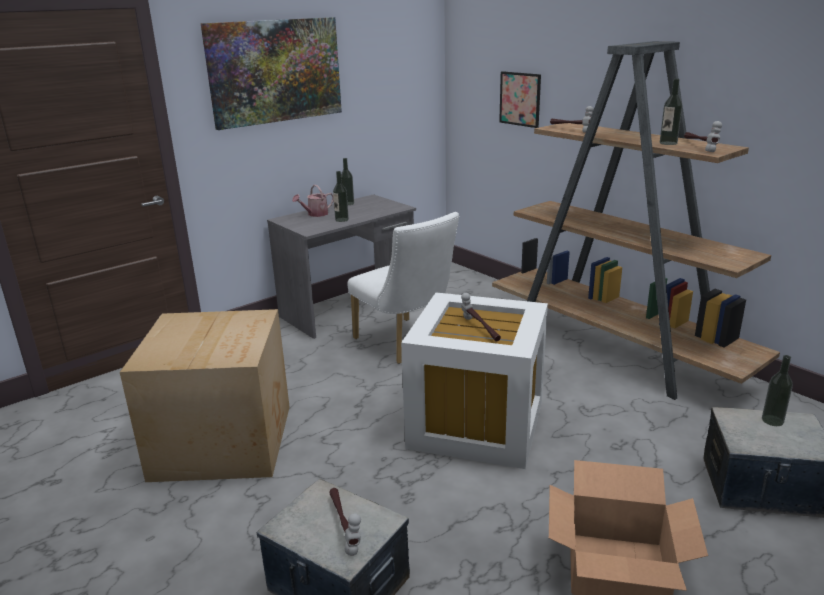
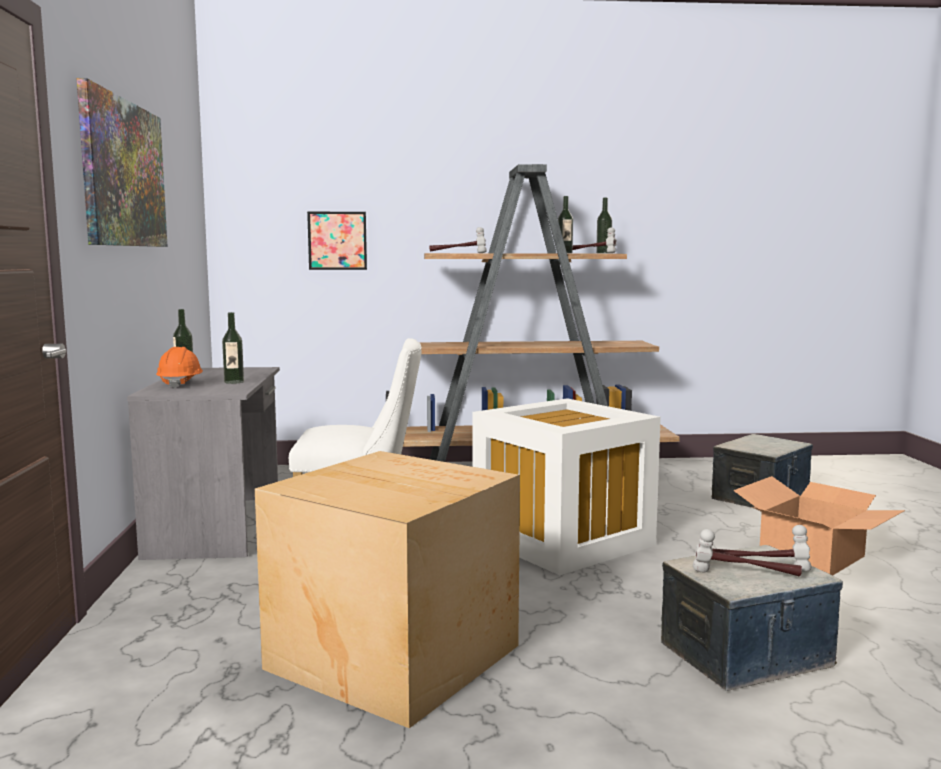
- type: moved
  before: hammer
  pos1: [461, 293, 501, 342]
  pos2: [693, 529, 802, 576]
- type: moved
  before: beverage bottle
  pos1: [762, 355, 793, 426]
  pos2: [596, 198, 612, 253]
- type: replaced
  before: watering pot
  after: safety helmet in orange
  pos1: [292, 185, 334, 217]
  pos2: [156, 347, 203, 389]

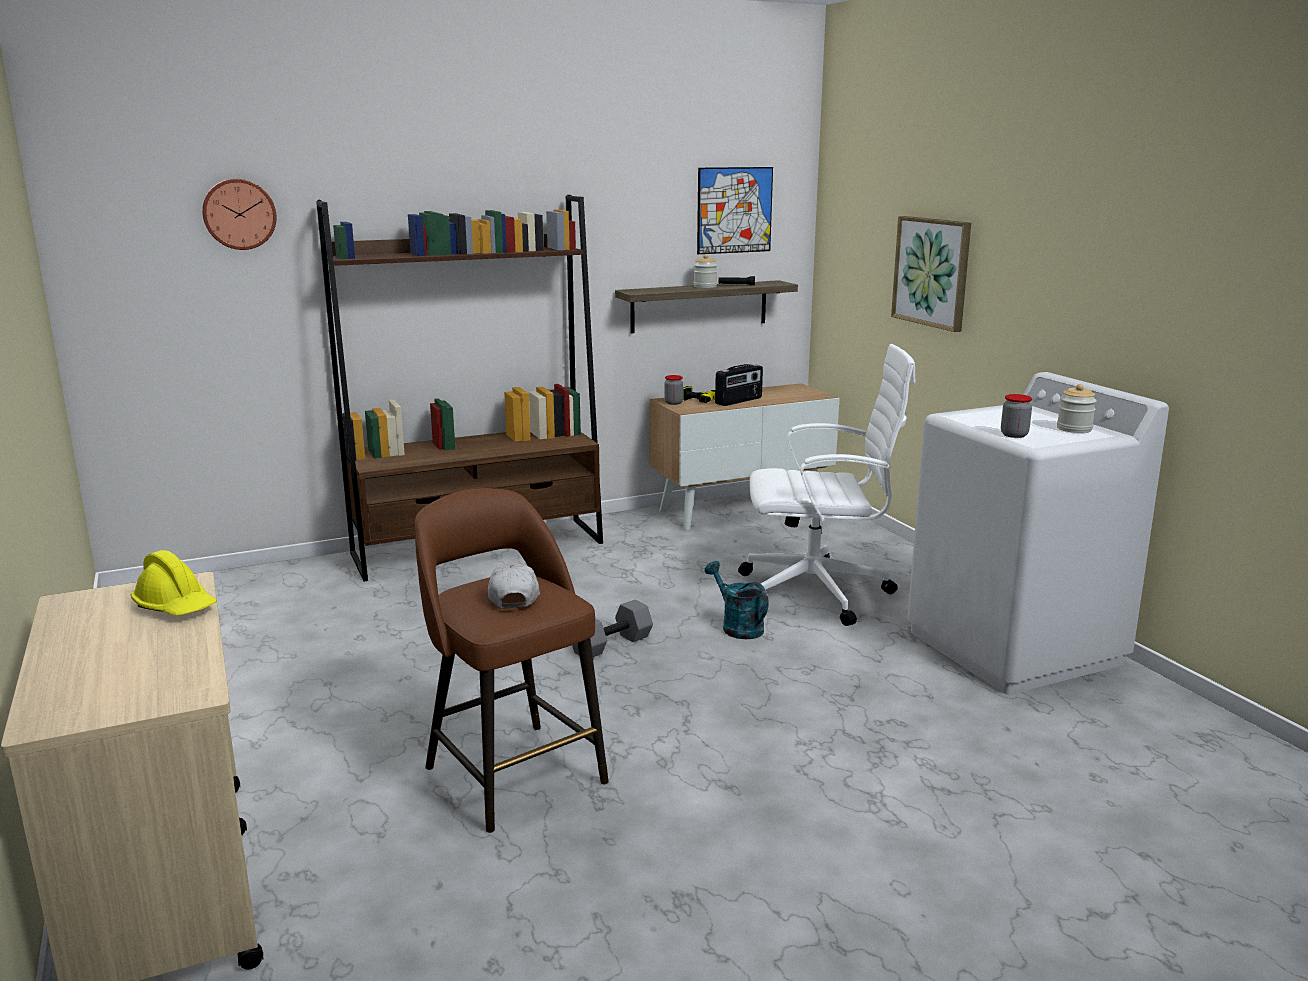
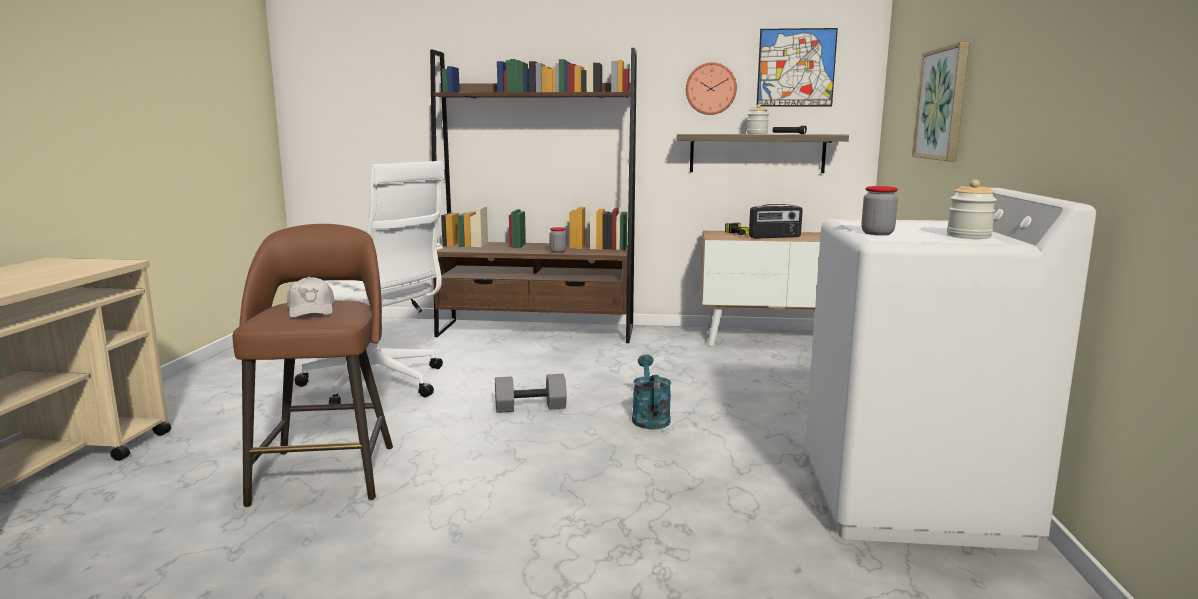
- type: removed
  before: safety helmet in yellow-coloured
  pos1: [131, 550, 217, 615]
- type: moved
  before: hanging clock
  pos1: [202, 179, 277, 250]
  pos2: [686, 62, 737, 115]
- type: moved
  before: storage jar
  pos1: [664, 375, 683, 405]
  pos2: [549, 227, 566, 253]
- type: moved
  before: computer chair in whitish
  pos1: [738, 344, 916, 626]
  pos2: [295, 161, 445, 404]
- type: turned
  before: cap in whitish
  pos1: [488, 562, 540, 608]
  pos2: [287, 277, 334, 318]
  turn: 135

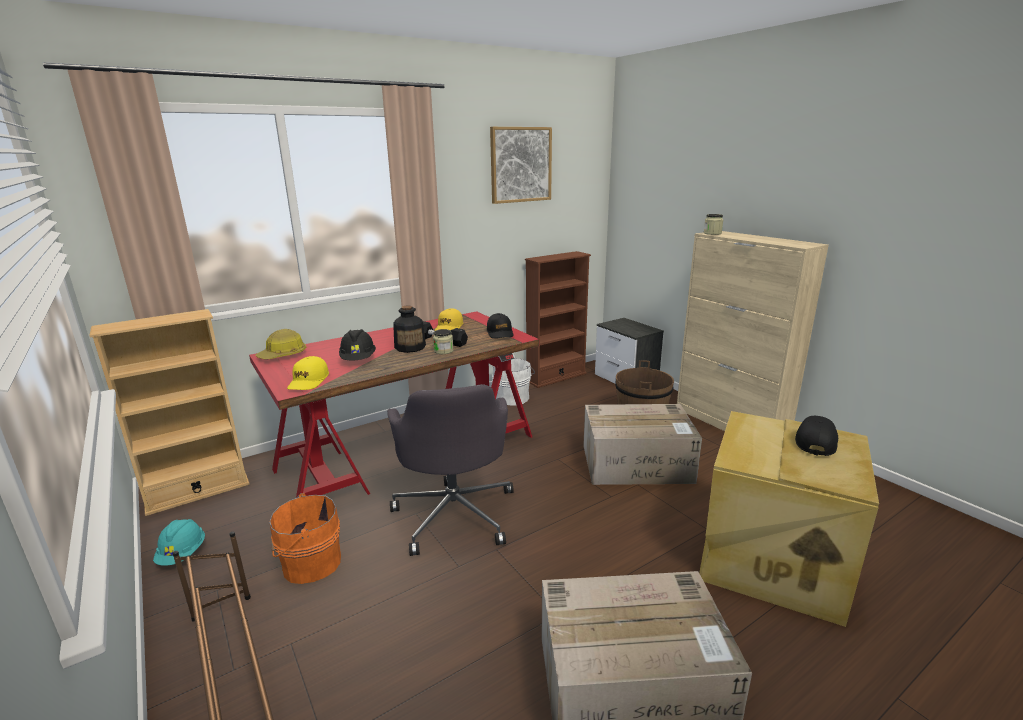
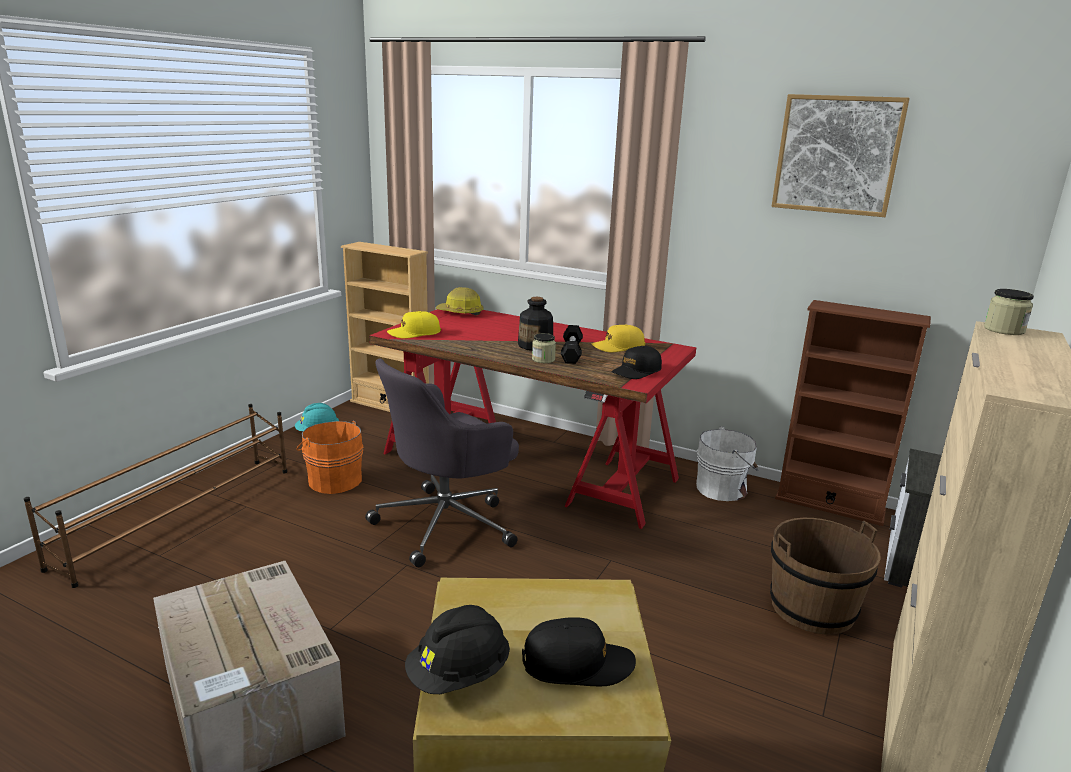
- type: removed
  before: packing box
  pos1: [583, 404, 702, 485]
- type: moved
  before: safety helmet in black
  pos1: [339, 329, 376, 361]
  pos2: [405, 605, 510, 694]

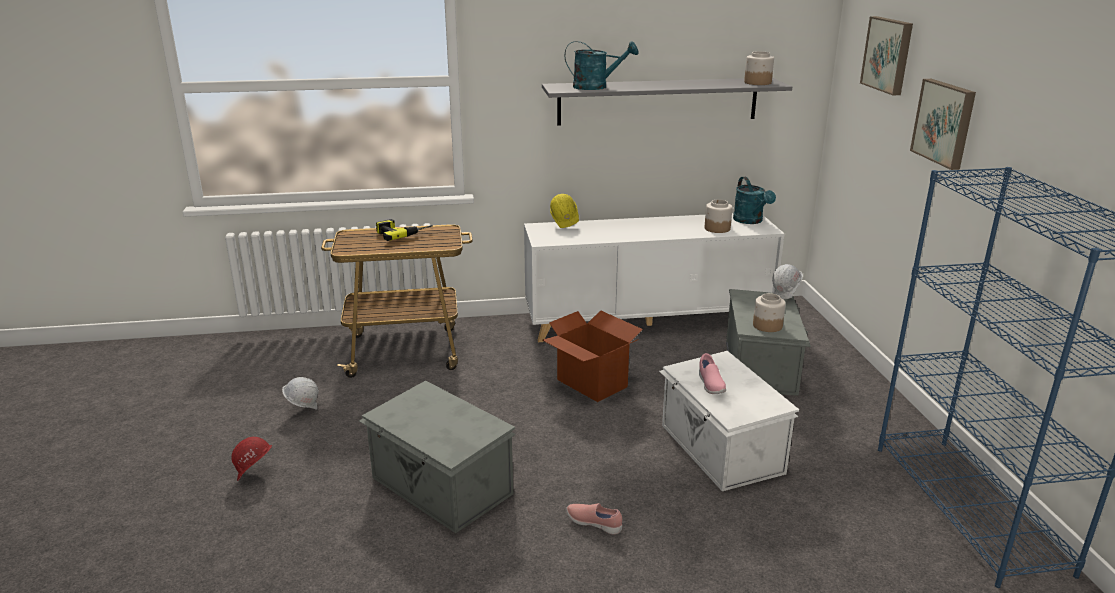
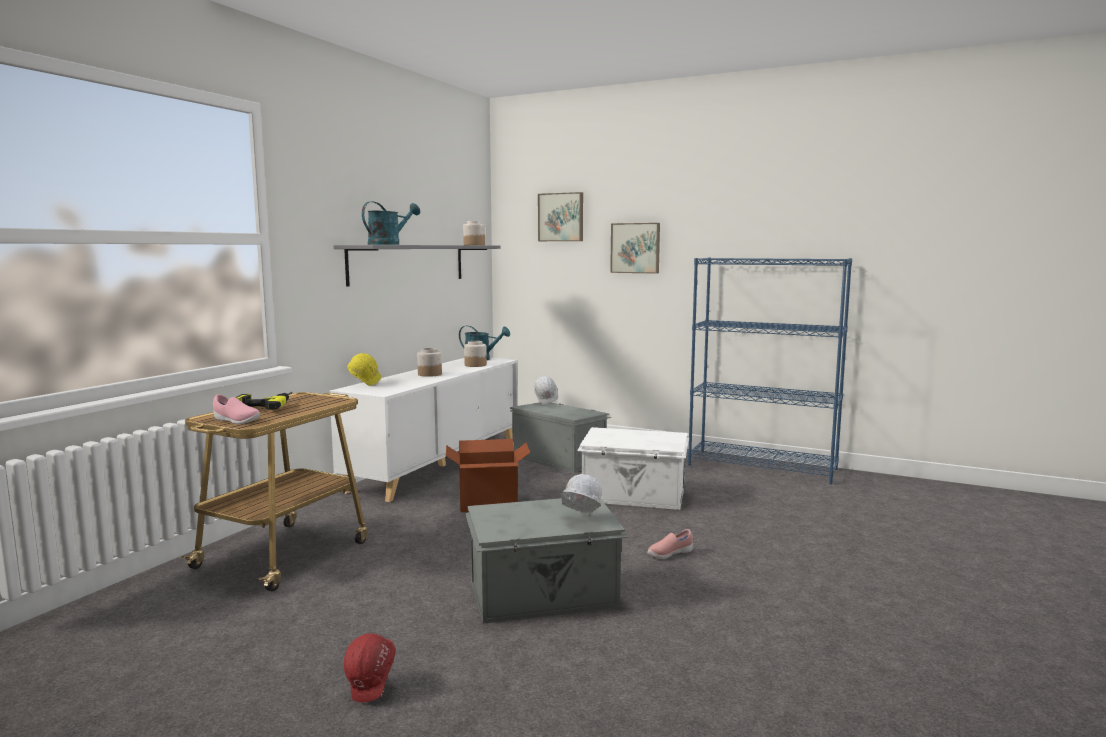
- type: moved
  before: safety helmet in whitish
  pos1: [282, 377, 319, 410]
  pos2: [562, 474, 602, 514]
- type: moved
  before: low shoe in pinkish
  pos1: [699, 353, 726, 394]
  pos2: [213, 394, 260, 424]
- type: moved
  before: storage jar
  pos1: [753, 293, 786, 332]
  pos2: [417, 348, 442, 377]

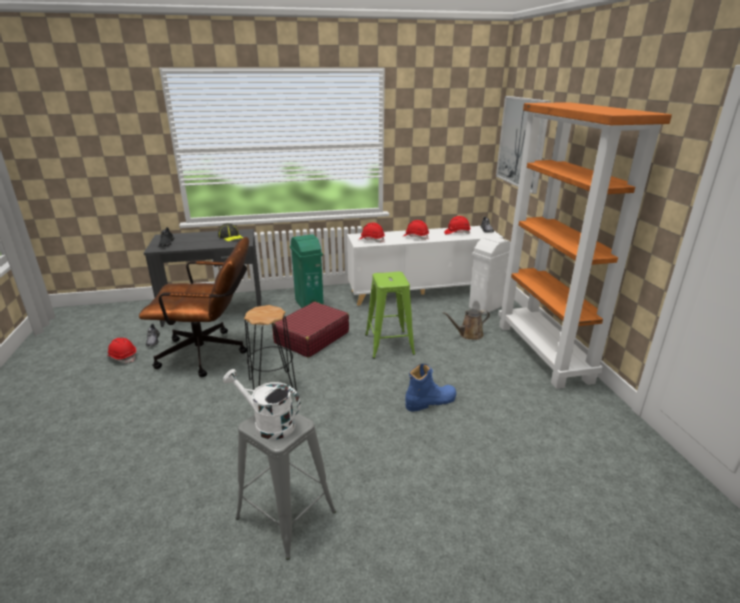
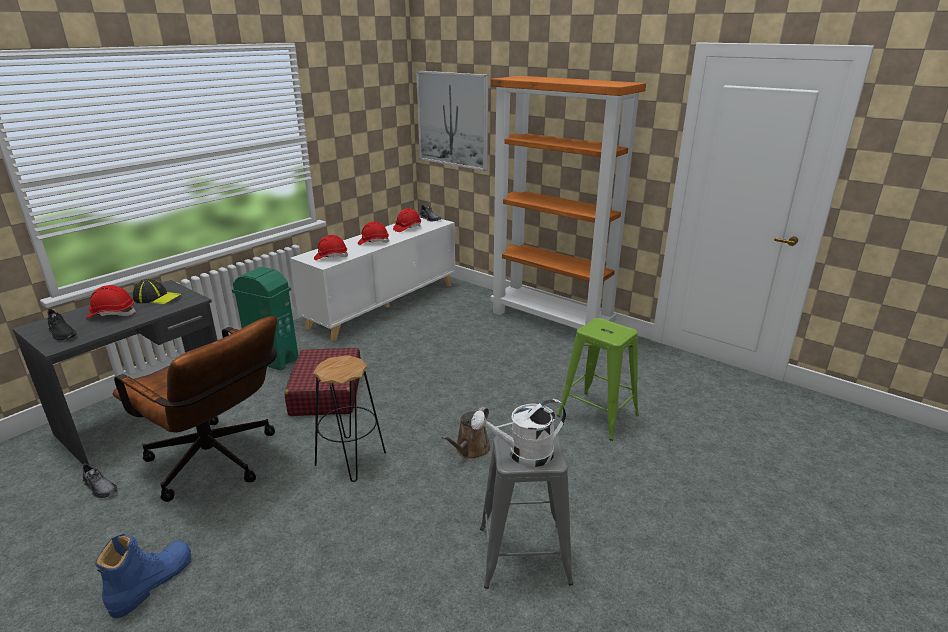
- type: removed
  before: rubbish bin in whitish
  pos1: [469, 235, 511, 315]
- type: moved
  before: safety helmet in red
  pos1: [107, 338, 136, 363]
  pos2: [86, 285, 137, 319]
- type: moved
  before: sitting stool in green-coloured
  pos1: [365, 272, 415, 359]
  pos2: [557, 318, 639, 441]
- type: moved
  before: boot in bluish
  pos1: [405, 364, 456, 412]
  pos2: [95, 534, 191, 618]
- type: moved
  before: watering pot in brown-coloured
  pos1: [443, 309, 490, 340]
  pos2: [442, 407, 491, 459]
- type: turned
  before: computer chair in brown-coloured
  pos1: [139, 237, 249, 377]
  pos2: [112, 316, 277, 502]
  turn: 75

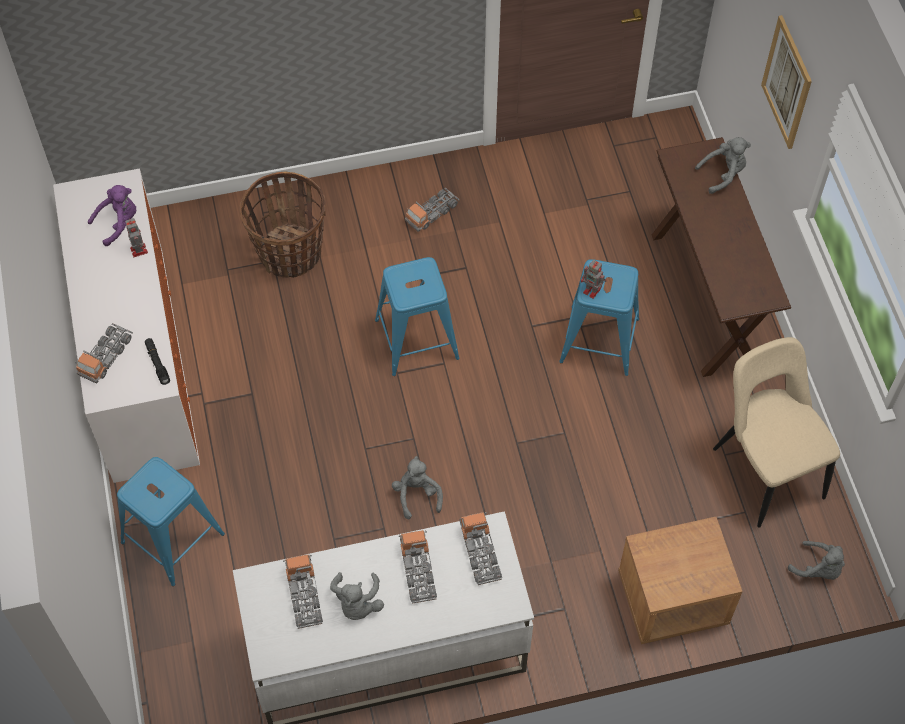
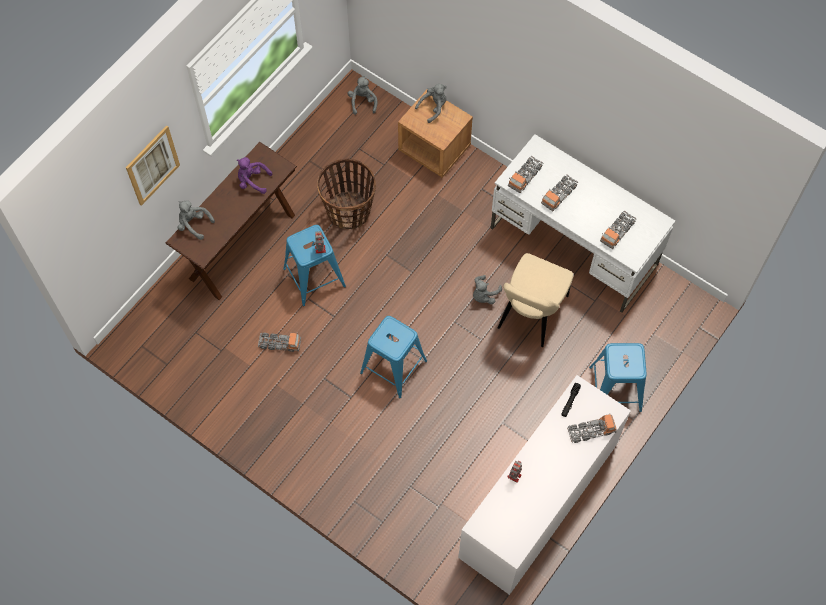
- type: moved
  before: cuddly toy in purple
  pos1: [88, 185, 136, 246]
  pos2: [237, 157, 272, 194]
- type: moved
  before: storage basket
  pos1: [240, 171, 326, 278]
  pos2: [317, 159, 376, 229]
- type: moved
  before: cuddly toy in greyish
  pos1: [330, 572, 384, 620]
  pos2: [415, 84, 447, 123]
- type: moved
  before: toy lorry
  pos1: [405, 188, 459, 232]
  pos2: [258, 332, 301, 352]
- type: moved
  before: plain chair in sand-coloured
  pos1: [713, 337, 840, 528]
  pos2: [498, 253, 573, 347]

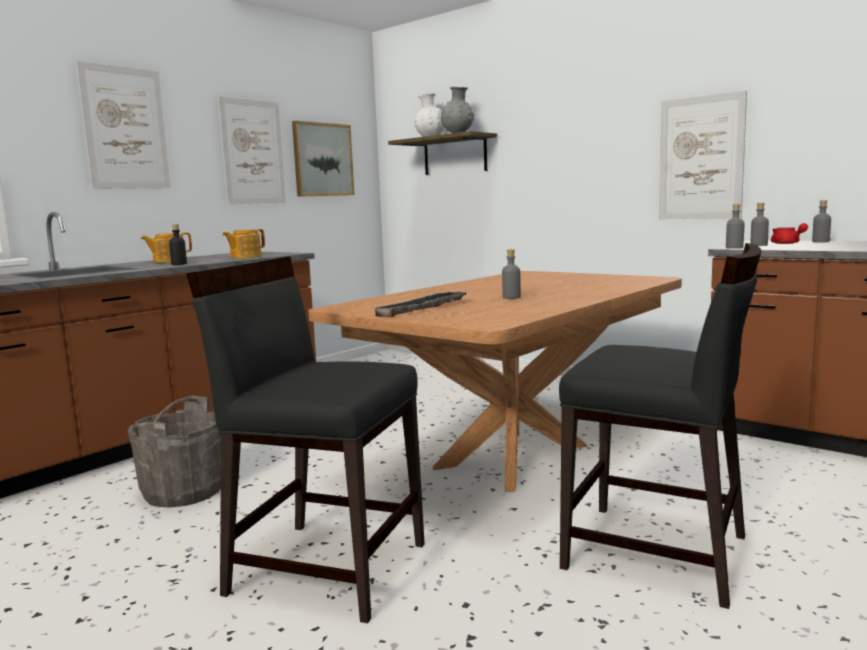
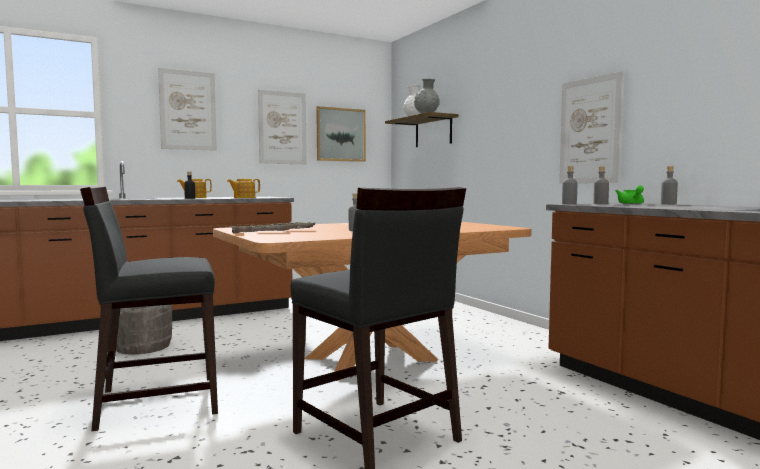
- type: recoloured
  before: teapot in red
  after: teapot in green-coloured
  pos1: [771, 223, 808, 244]
  pos2: [616, 185, 644, 204]
- type: turned
  before: plain chair in black
  pos1: [186, 256, 425, 623]
  pos2: [80, 187, 218, 432]
  turn: -60

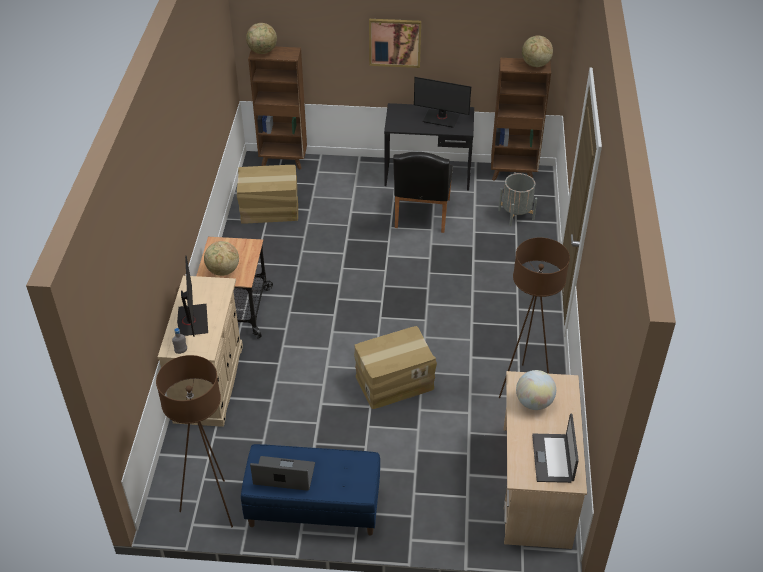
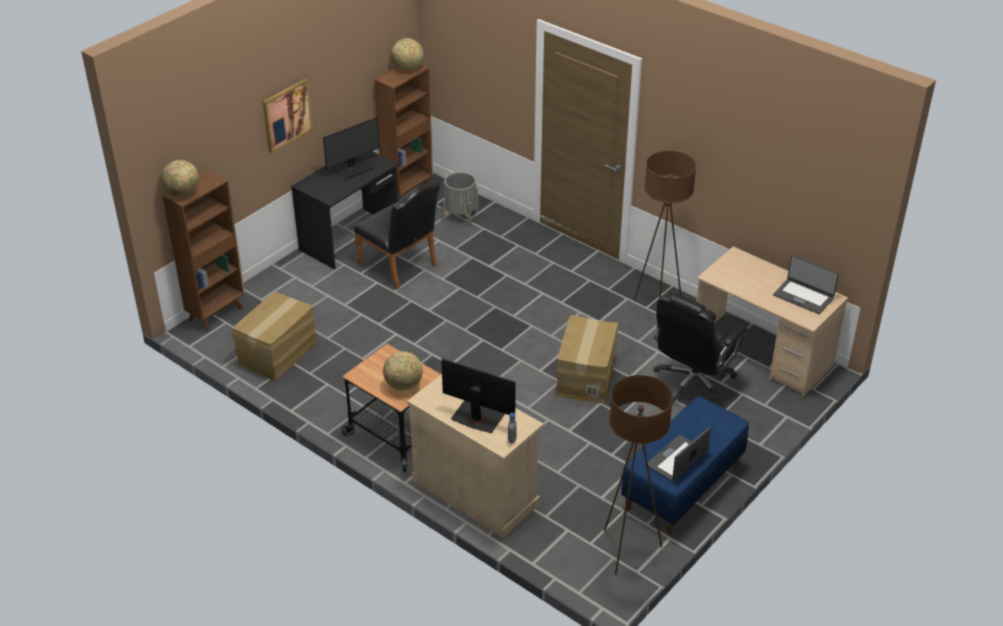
- type: removed
  before: desk globe
  pos1: [516, 370, 556, 410]
- type: added
  after: computer chair in black
  pos2: [653, 293, 747, 407]

